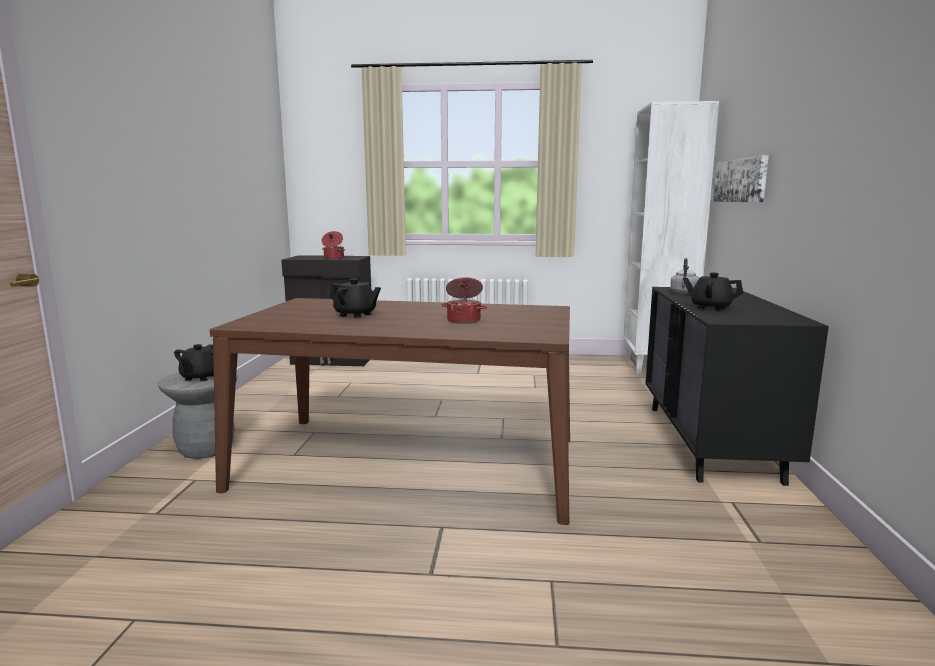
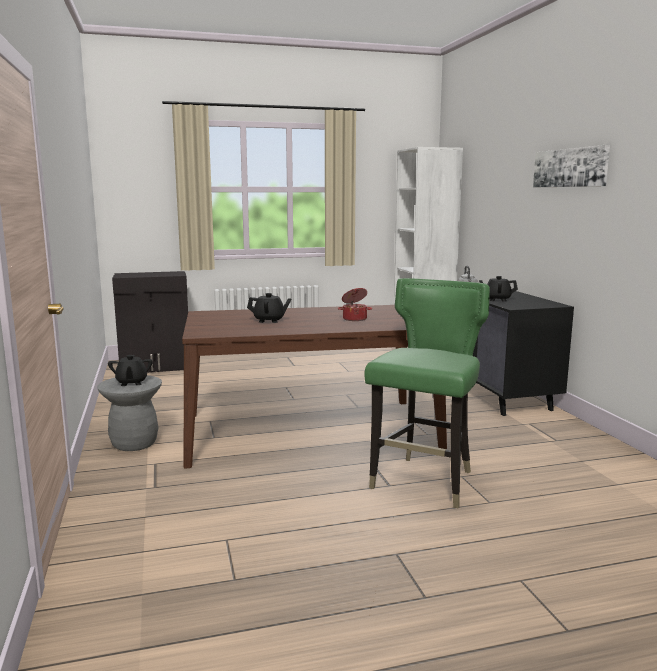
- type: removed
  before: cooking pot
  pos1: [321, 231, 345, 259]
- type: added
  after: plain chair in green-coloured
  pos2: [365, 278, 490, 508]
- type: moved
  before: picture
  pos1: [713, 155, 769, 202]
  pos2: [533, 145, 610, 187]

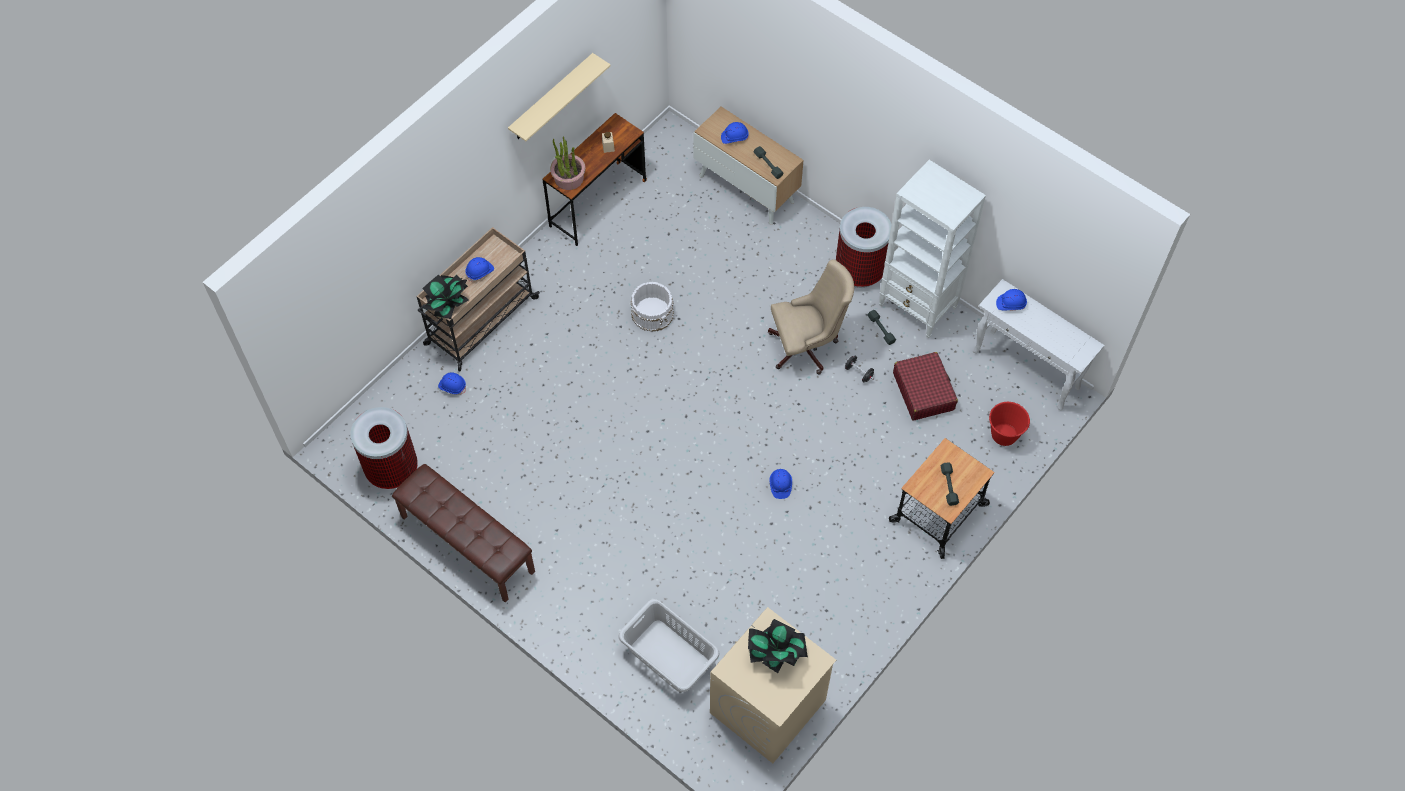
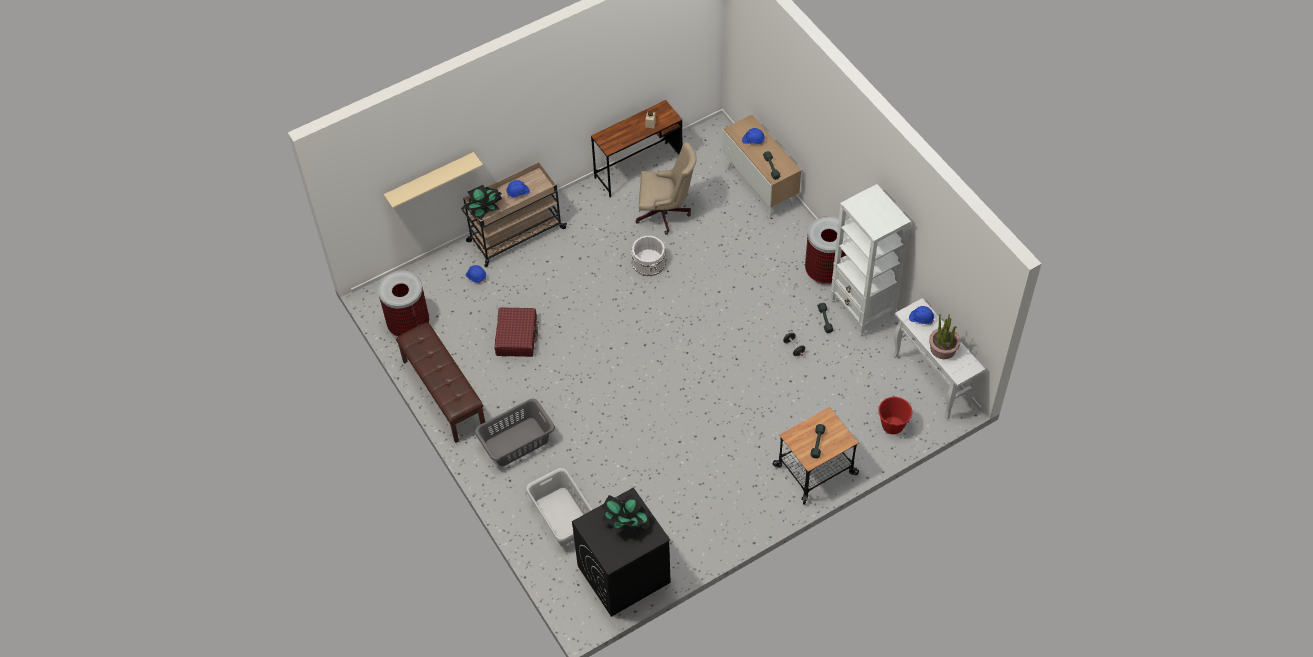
- type: removed
  before: safety helmet in bluish
  pos1: [770, 469, 792, 499]
- type: added
  after: laundry basket in greyish
  pos2: [475, 399, 555, 466]
- type: moved
  before: shelf in sand-coloured
  pos1: [508, 53, 611, 141]
  pos2: [384, 152, 483, 208]
- type: moved
  before: plant in a pot
  pos1: [550, 136, 586, 190]
  pos2: [929, 314, 961, 359]
- type: moved
  before: computer chair in sand-coloured
  pos1: [768, 260, 854, 375]
  pos2: [635, 142, 697, 235]
- type: moved
  before: suitcase in red
  pos1: [893, 352, 958, 421]
  pos2: [494, 307, 538, 357]
- type: recoloured
  before: laundry machine in sand-coloured
  after: laundry machine in black
  pos1: [710, 607, 836, 763]
  pos2: [572, 487, 671, 617]

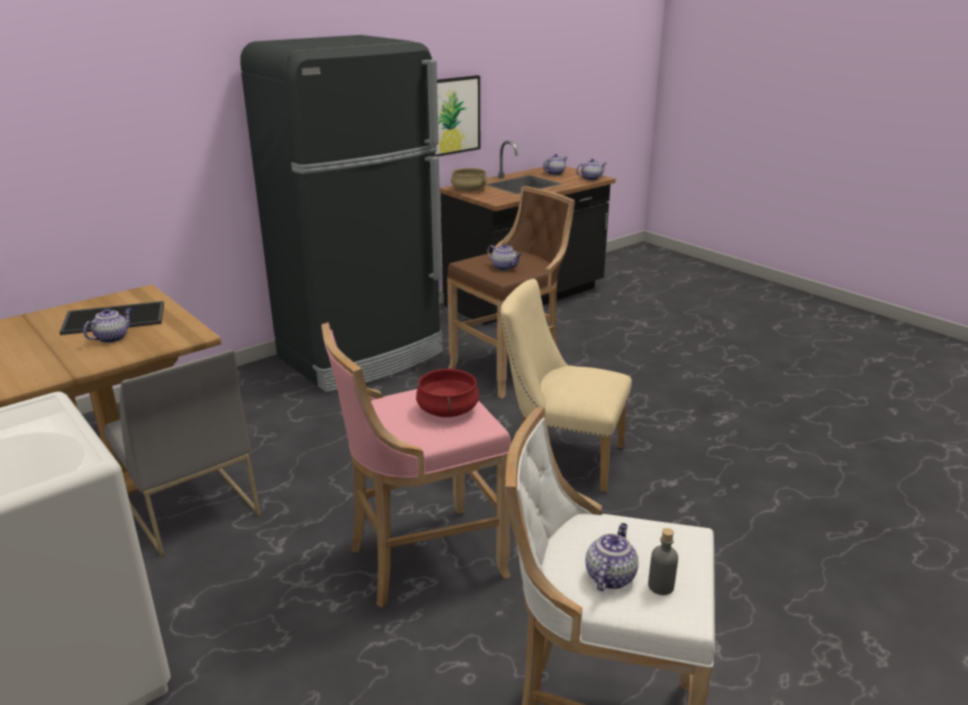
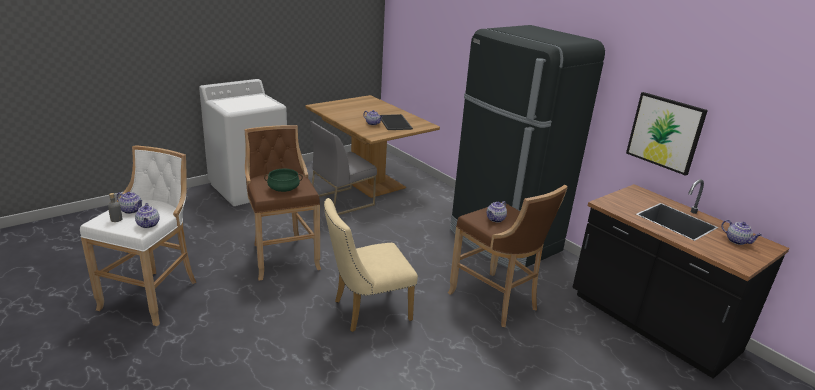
- type: removed
  before: cooking pot in sand-coloured
  pos1: [451, 168, 487, 191]
- type: moved
  before: teapot
  pos1: [576, 159, 606, 181]
  pos2: [135, 203, 160, 228]
- type: recoloured
  before: sitting stool in pinkish
  after: sitting stool in brown-coloured
  pos1: [321, 322, 511, 608]
  pos2: [244, 125, 321, 280]
- type: recoloured
  before: cooking pot in red
  after: cooking pot in green-coloured
  pos1: [416, 369, 479, 417]
  pos2: [264, 169, 303, 192]
- type: turned
  before: plain chair in sand-coloured
  pos1: [500, 279, 632, 492]
  pos2: [324, 198, 418, 332]
  turn: -135

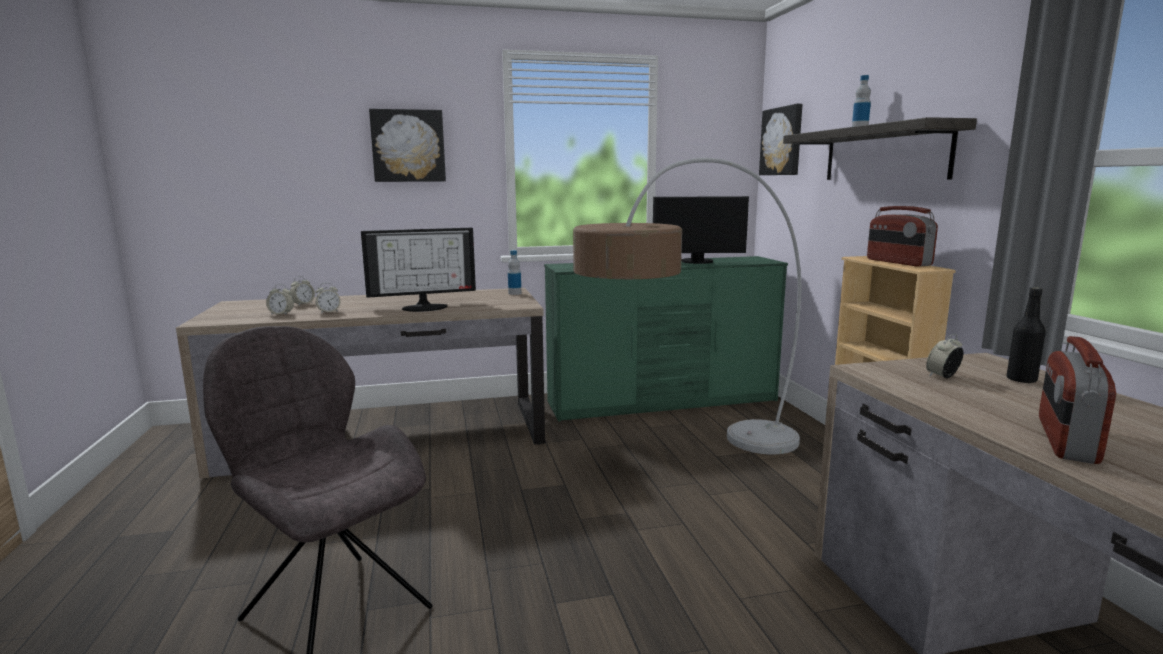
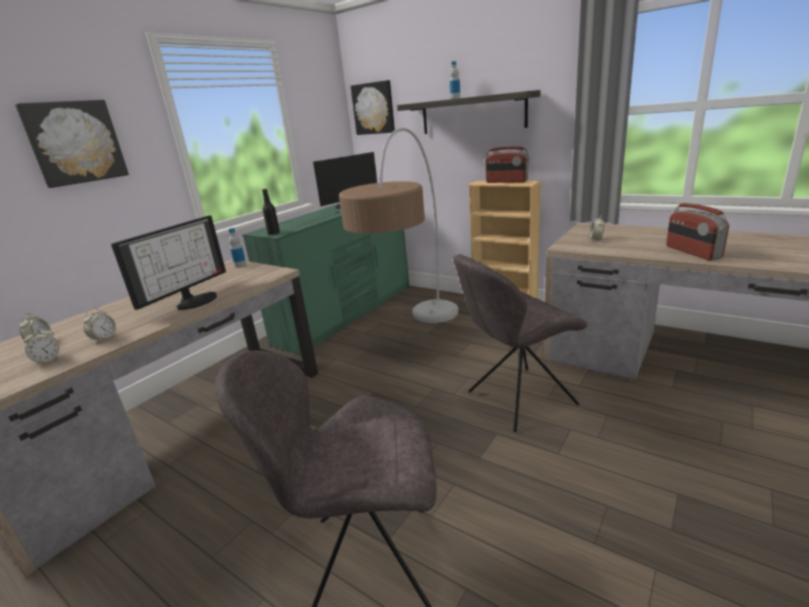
- type: added
  after: plain chair in greyish
  pos2: [453, 254, 587, 432]
- type: moved
  before: beverage bottle in black
  pos1: [1007, 287, 1046, 383]
  pos2: [262, 189, 280, 235]

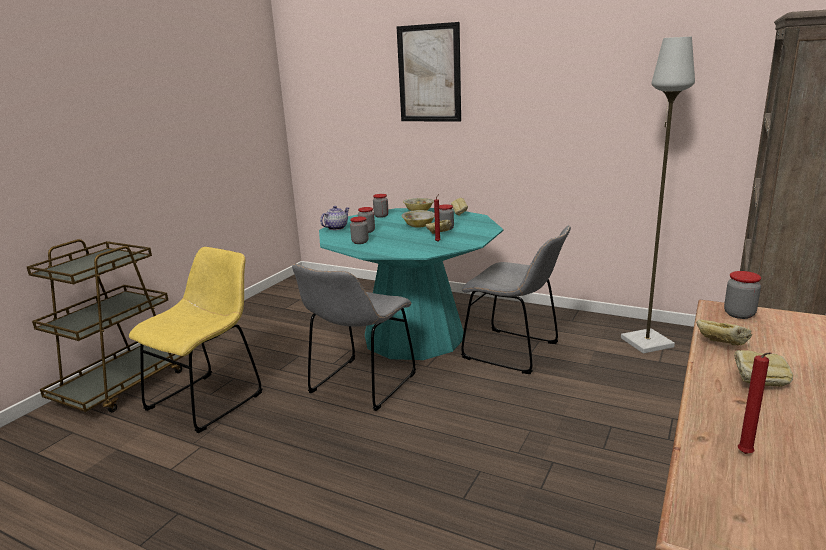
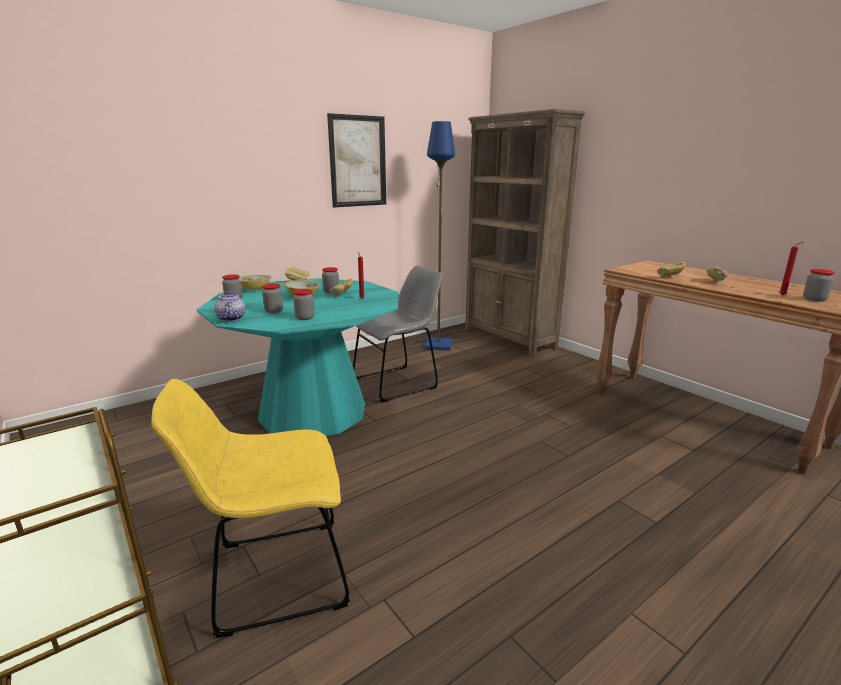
- type: removed
  before: plain chair in greyish
  pos1: [292, 264, 416, 411]
- type: moved
  before: picture
  pos1: [396, 22, 461, 122]
  pos2: [327, 113, 386, 207]
- type: moved
  before: storage jar
  pos1: [724, 271, 761, 319]
  pos2: [803, 269, 835, 302]
- type: recoloured
  before: floor lamp in greyish
  after: floor lamp in bluish
  pos1: [621, 37, 695, 353]
  pos2: [424, 121, 455, 351]
- type: turned
  before: plain chair in yellow-coloured
  pos1: [129, 247, 262, 433]
  pos2: [151, 379, 350, 638]
  turn: -75

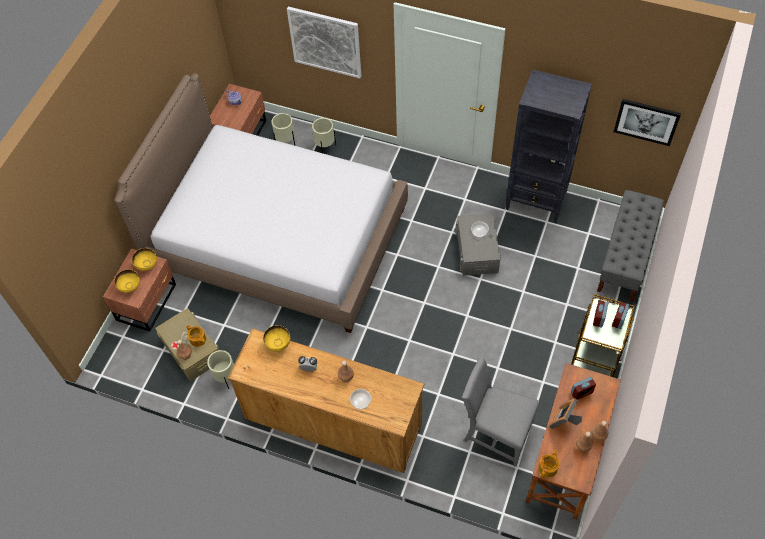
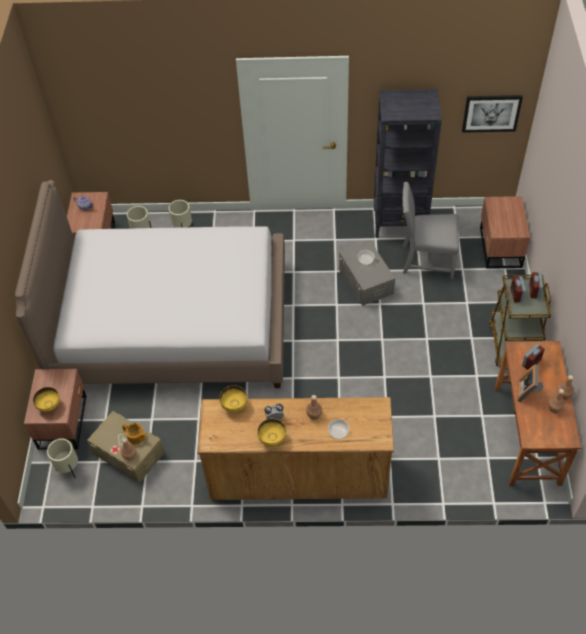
- type: removed
  before: picture
  pos1: [287, 7, 361, 78]
- type: removed
  before: teapot
  pos1: [538, 449, 559, 478]
- type: moved
  before: serving bowl in yellow-coloured
  pos1: [132, 248, 157, 271]
  pos2: [257, 419, 286, 446]
- type: moved
  before: flower pot in sand-coloured
  pos1: [207, 350, 234, 389]
  pos2: [47, 438, 78, 478]
- type: moved
  before: plain chair in greyish
  pos1: [462, 357, 540, 467]
  pos2: [402, 182, 459, 278]
- type: replaced
  before: bench in greyish
  after: nightstand in brown-coloured
  pos1: [597, 190, 664, 302]
  pos2: [480, 196, 530, 269]

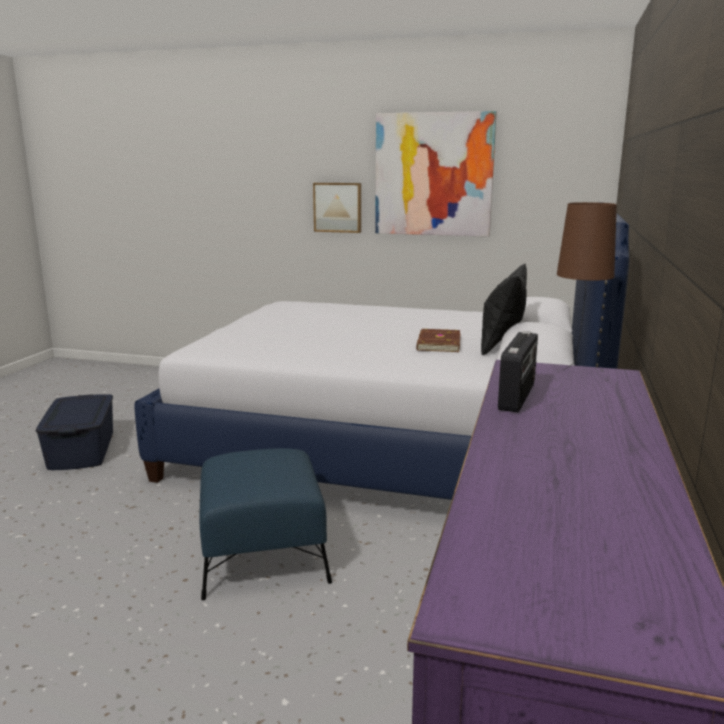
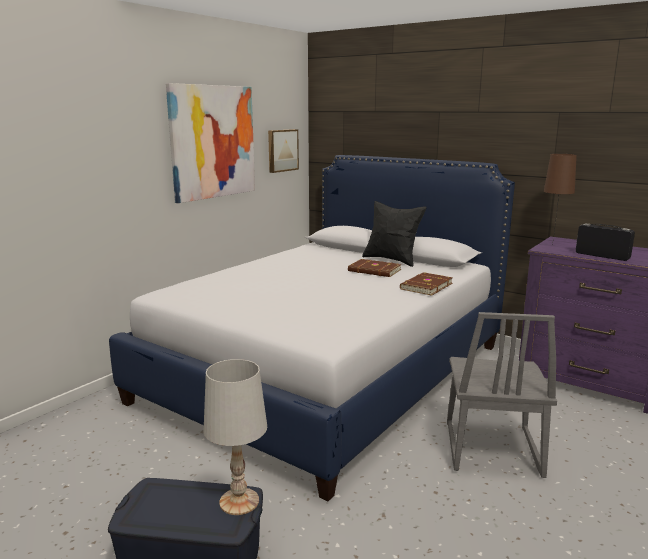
- type: added
  after: lamp for a table in whitish
  pos2: [204, 359, 267, 515]
- type: added
  after: volume in brown-coloured
  pos2: [400, 272, 453, 296]
- type: moved
  before: picture
  pos1: [313, 183, 361, 233]
  pos2: [268, 129, 299, 173]
- type: replaced
  before: footrest in bluish
  after: plain chair in greyish
  pos1: [200, 448, 332, 600]
  pos2: [447, 312, 557, 478]

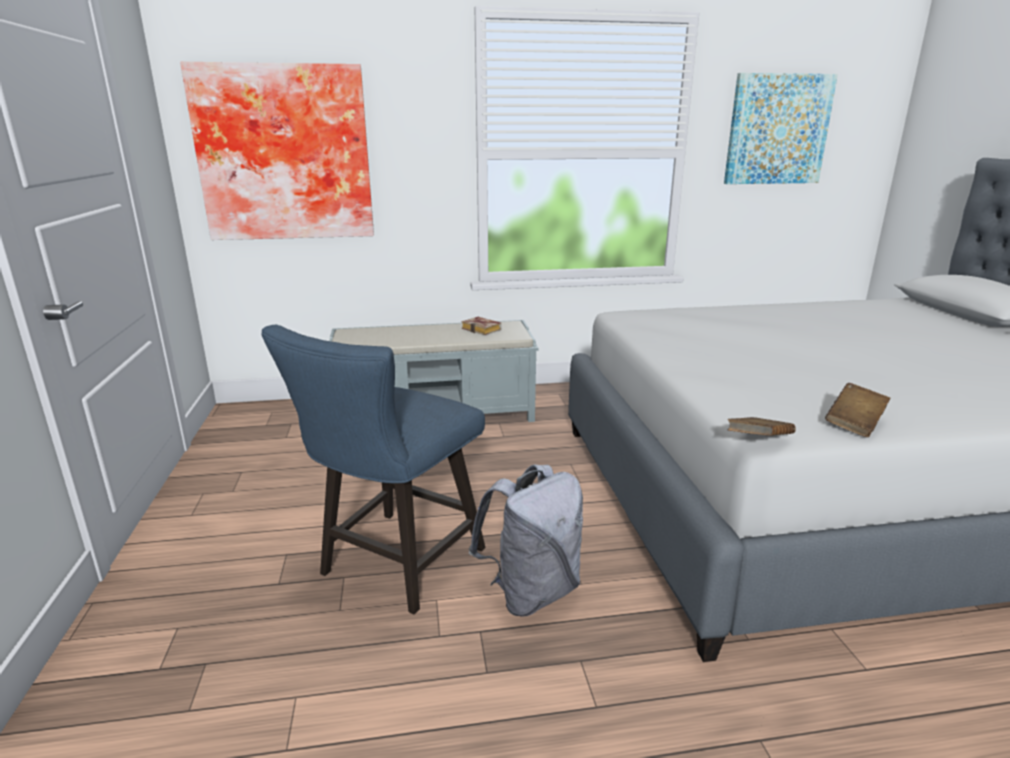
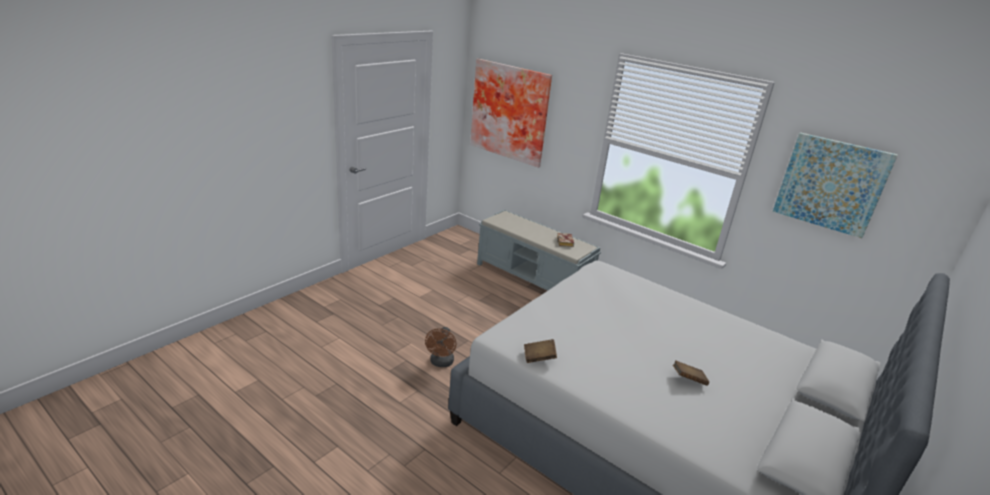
- type: removed
  before: plain chair in bluish
  pos1: [261, 325, 485, 614]
- type: moved
  before: volume in brown-coloured
  pos1: [728, 417, 796, 436]
  pos2: [673, 360, 709, 386]
- type: replaced
  before: knapsack in greyish
  after: electric fan in brown-coloured
  pos1: [468, 465, 583, 617]
  pos2: [425, 327, 456, 367]

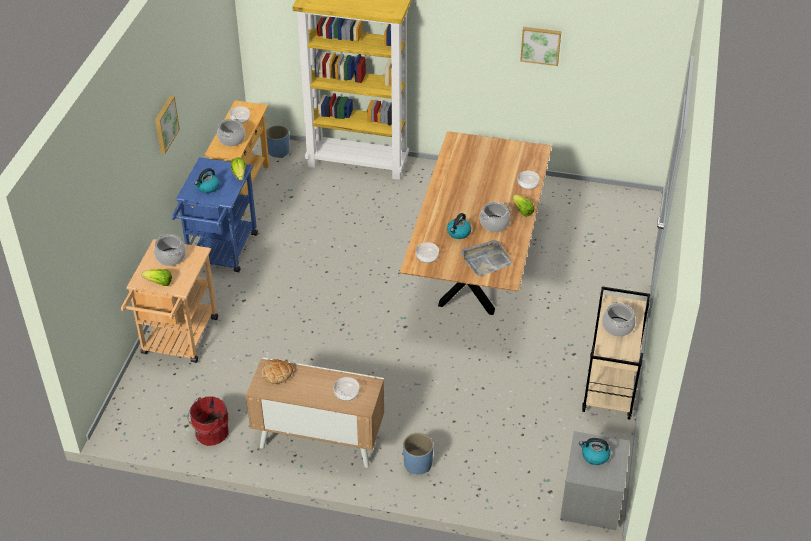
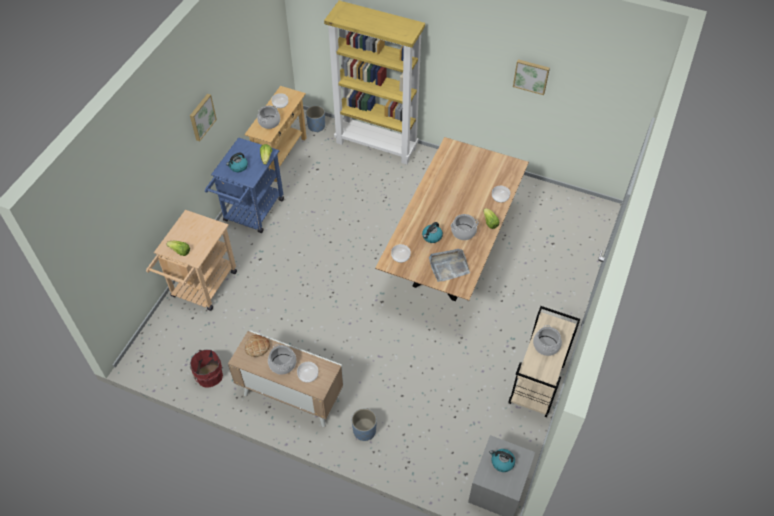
- type: moved
  before: cooking pot
  pos1: [154, 234, 186, 266]
  pos2: [268, 344, 296, 375]

